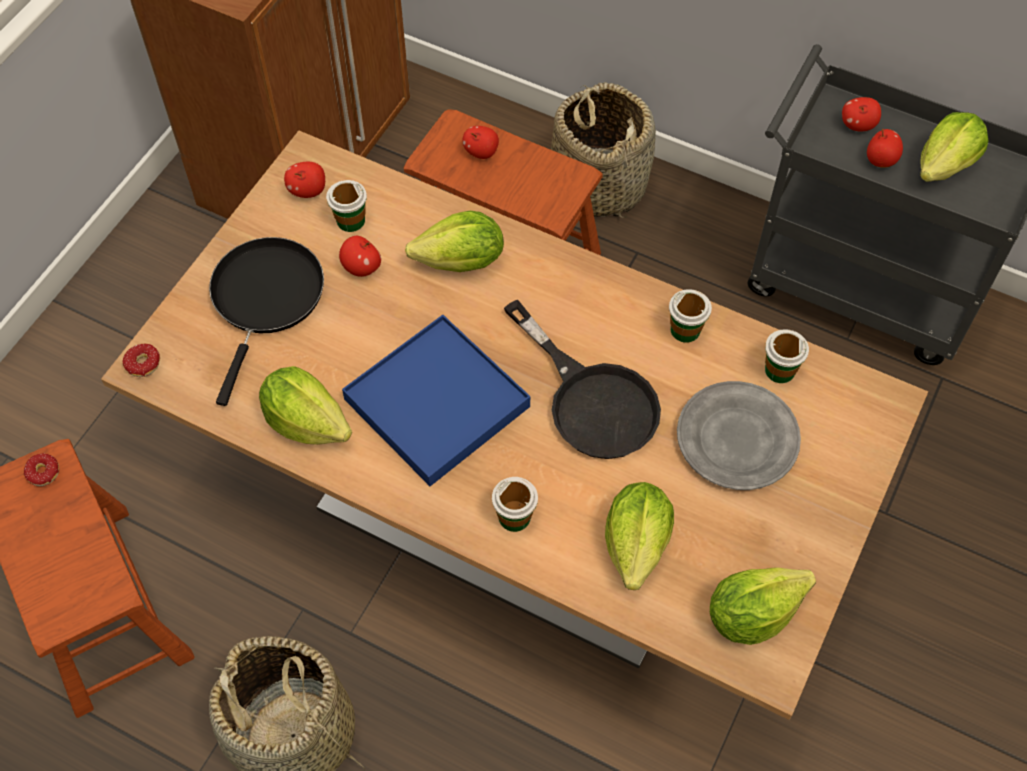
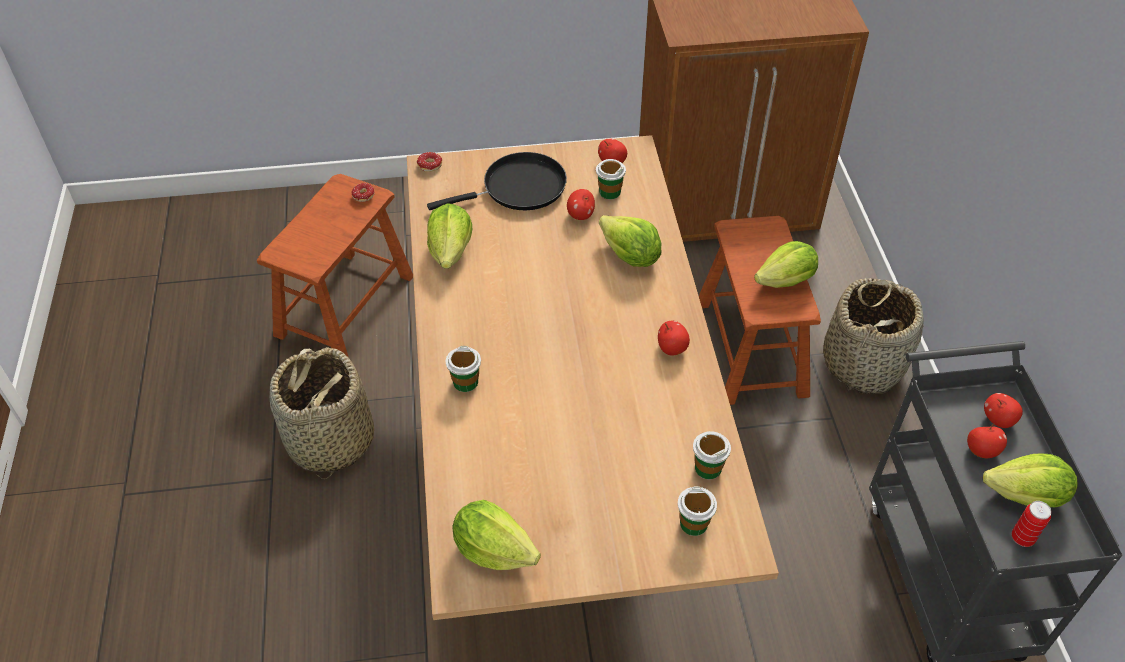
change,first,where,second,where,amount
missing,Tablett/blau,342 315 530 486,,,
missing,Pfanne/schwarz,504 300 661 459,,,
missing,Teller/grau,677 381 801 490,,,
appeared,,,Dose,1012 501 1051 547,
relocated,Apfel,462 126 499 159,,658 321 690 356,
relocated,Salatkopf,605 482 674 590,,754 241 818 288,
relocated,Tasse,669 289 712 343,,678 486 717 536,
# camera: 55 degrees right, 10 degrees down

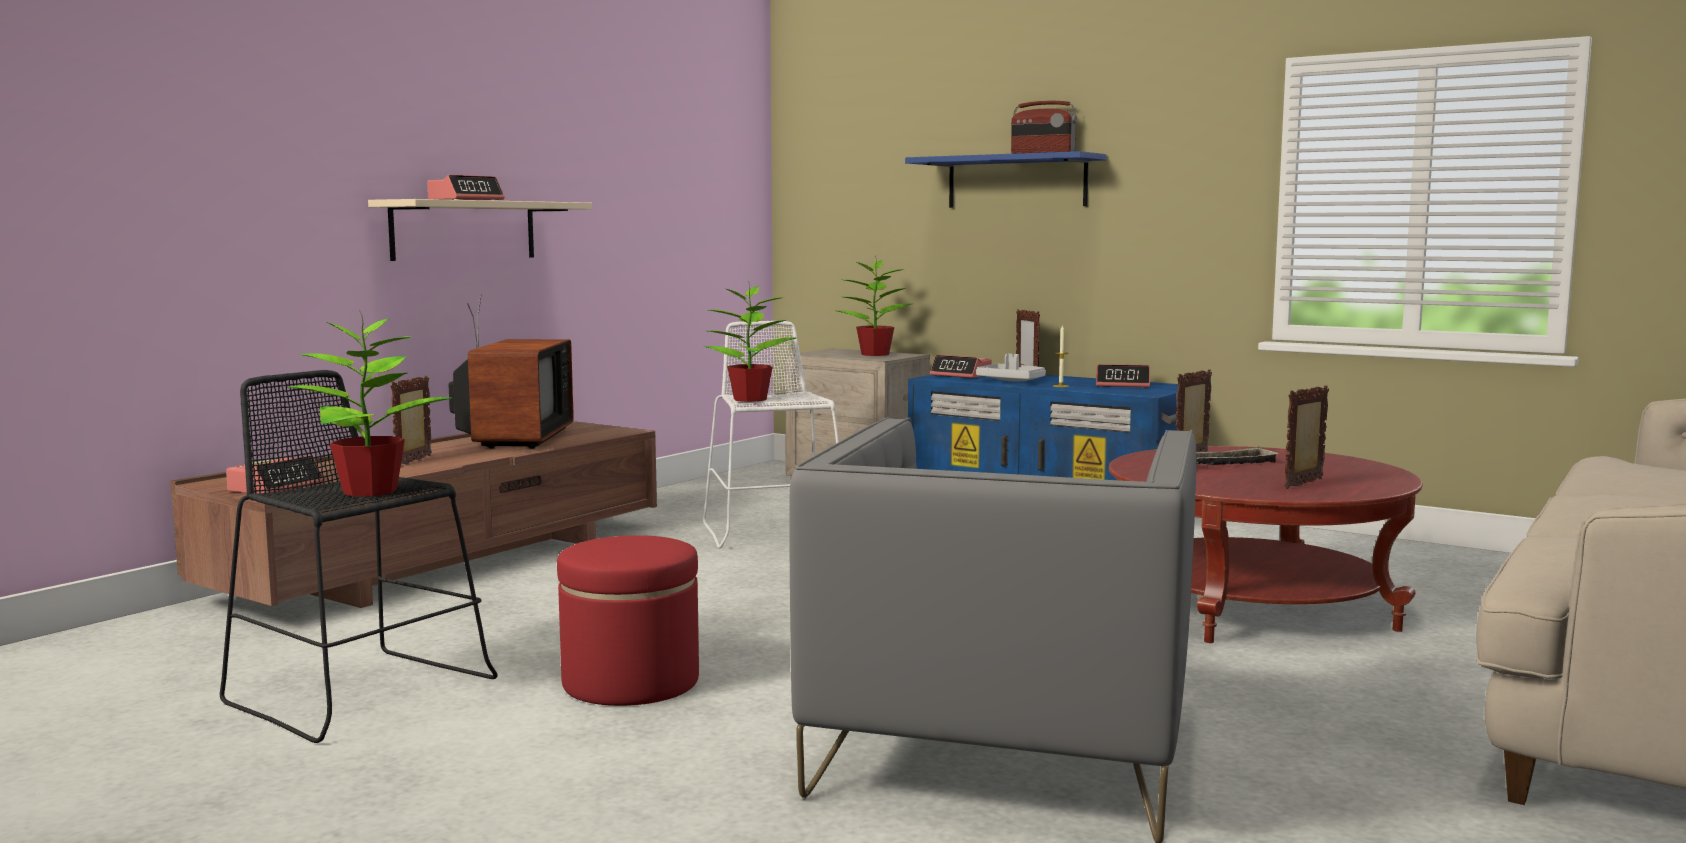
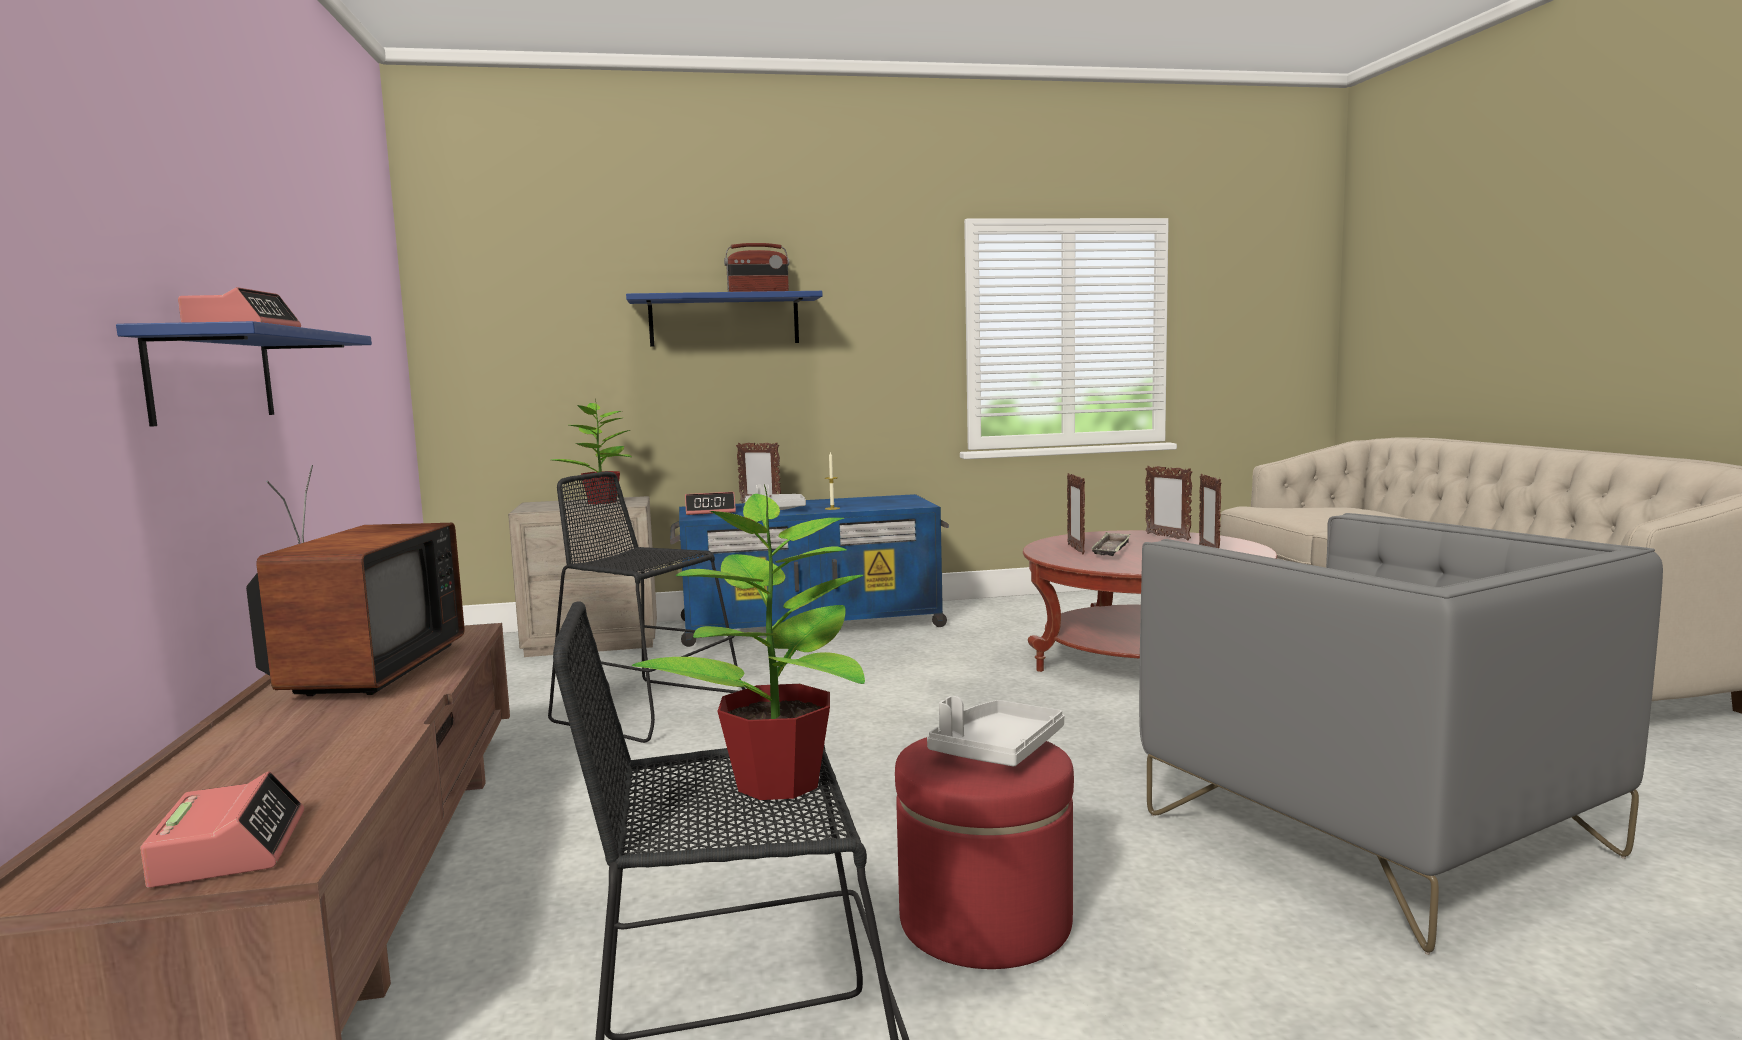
change,first,where,second,where,amount
missing,Topfpflanze,703 281 796 402,,,
missing,Wecker,1096 364 1150 388,,,
appeared,,,Tablett/grau,927 696 1064 767,
relocated,Bilderrahmen,390 376 432 464,,1145 465 1192 541,
colour,Wandregal/beige,368 199 592 261,Wandregal/blau,116 321 372 427,
colour,Hocker/weiß,703 321 839 548,Hocker/schwarz,548 471 745 743,
spun,Fernseher,449 294 574 449,,246 465 465 696,45 degrees clockwise
# camera: 45 degrees left, 0 degrees up

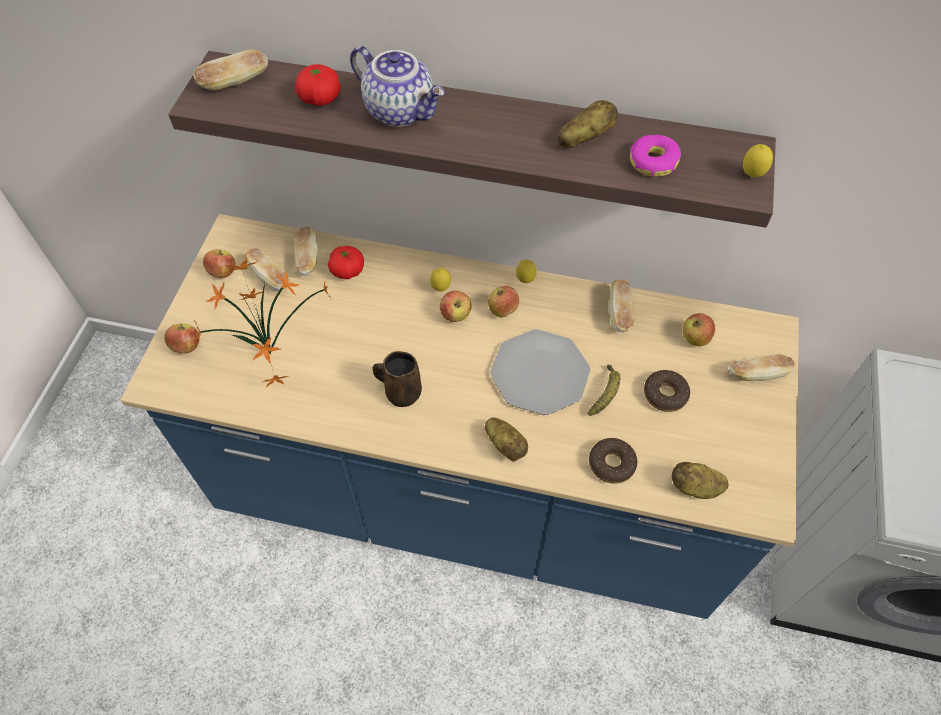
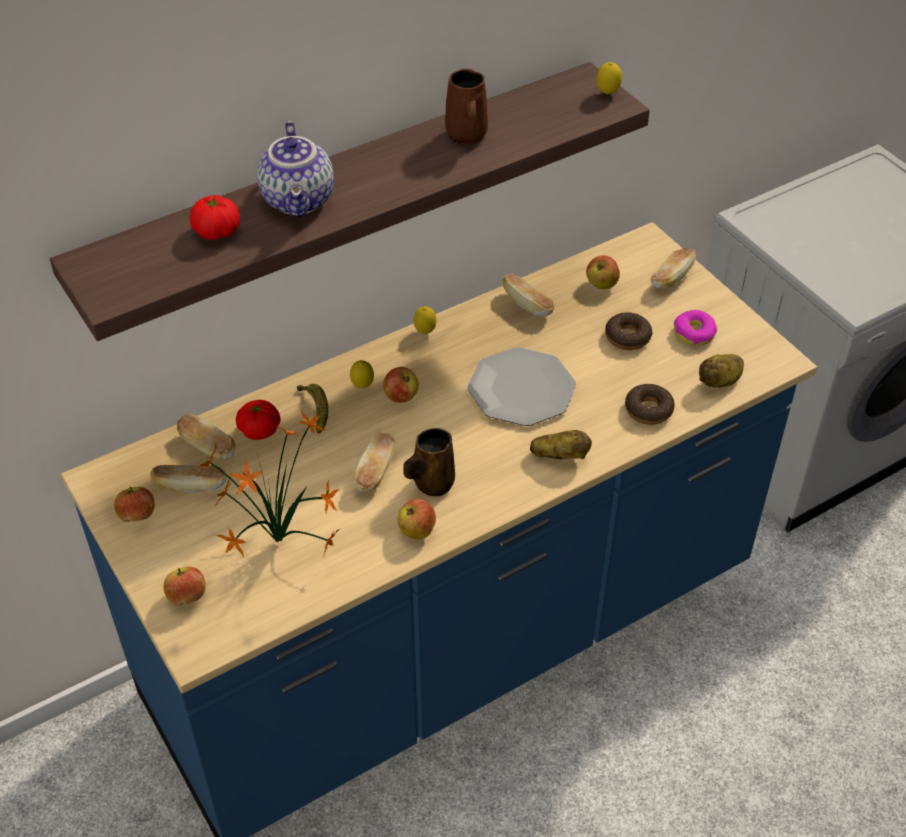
change,first,where,second,where,amount
relocated,Brot,193 49 268 90,,352 433 396 492,
relocated,Apfel,488 286 519 317,,398 499 436 539,
relocated,Banane,588 365 620 416,,297 384 328 434,
relocated,Donut,630 135 681 177,,674 310 717 346,
exchanged,Kartoffel,558 100 618 148,Henkelbecher/braun,445 69 488 145,
spun,Teekanne,350 46 445 127,,257 121 334 217,90 degrees clockwise
# camera: 45 degrees left, 10 degrees down

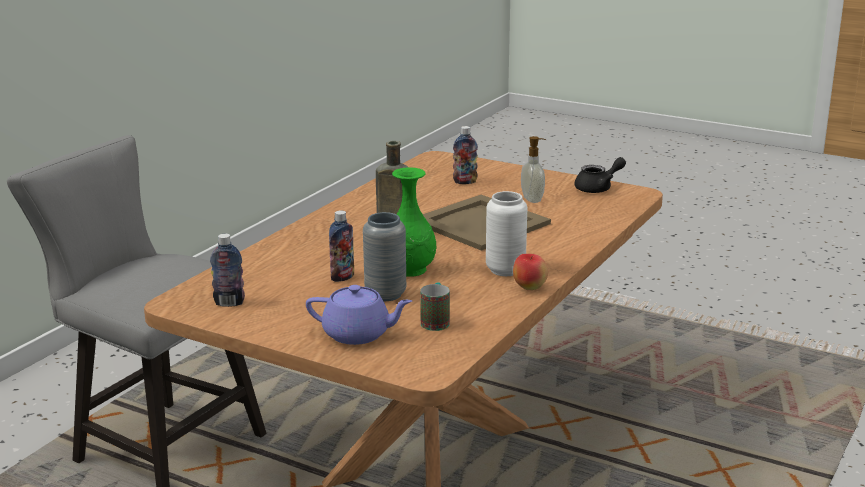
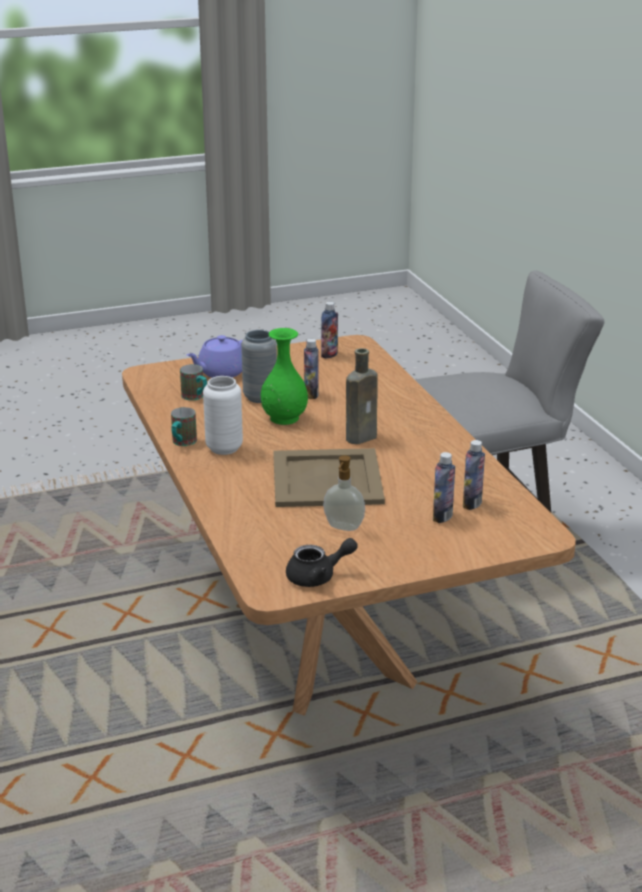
change,first,where,second,where,amount
appeared,,,Flasche,463 440 485 510,
exchanged,Apfel,513 254 548 290,Henkelbecher,171 407 197 446,
spun,Teekanne/schwarz,575 157 626 193,,286 538 358 587,120 degrees counterclockwise
# camera: 130 degrees right, 5 degrees up

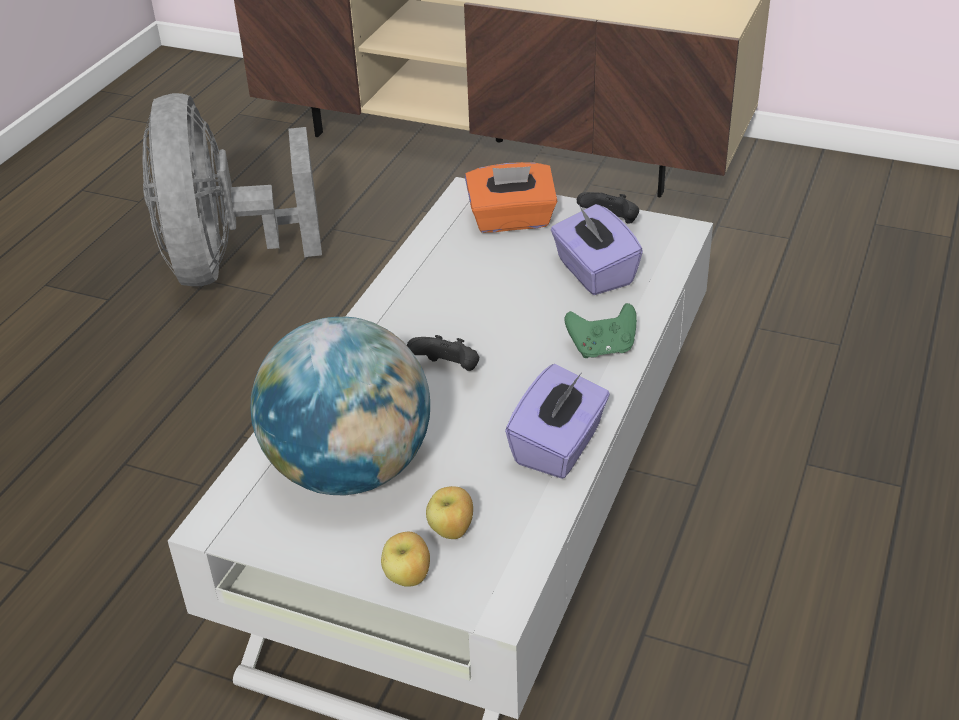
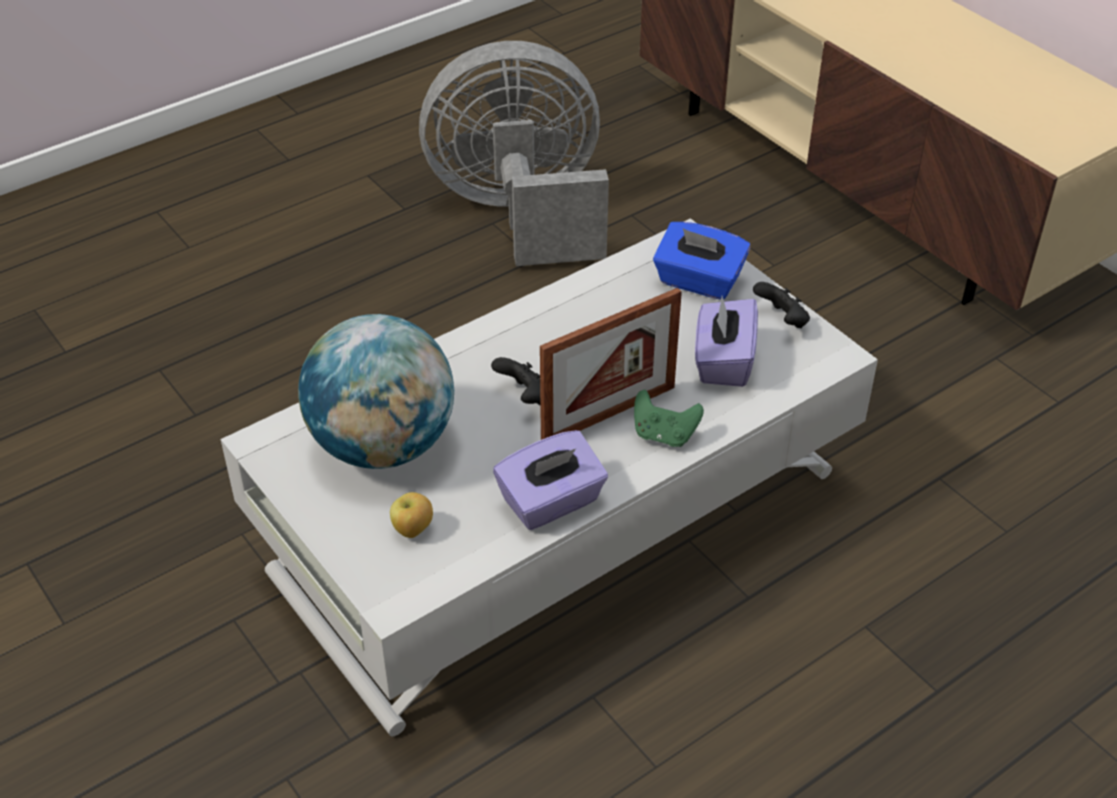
change,first,where,second,where,amount
missing,Apfel,381 532 430 587,,,
appeared,,,Bilderrahmen,540 288 682 440,
colour,Taschentuchbox/orange,465 162 557 233,Taschentuchbox/blau,653 222 750 300,
spun,Ventilator/grau,143 93 322 286,,419 41 609 266,60 degrees clockwise
# camera: 30 degrees right, 5 degrees up

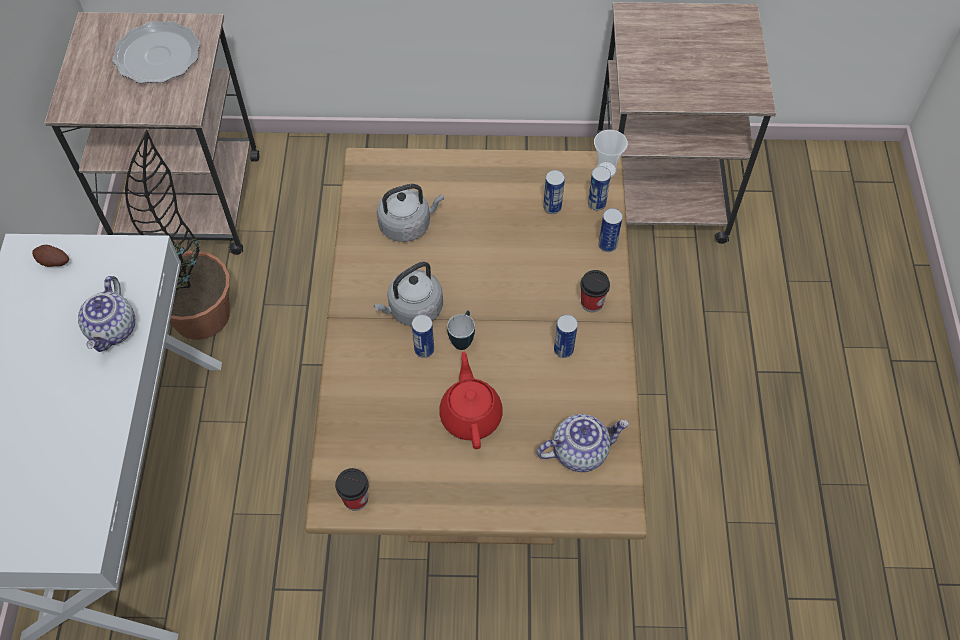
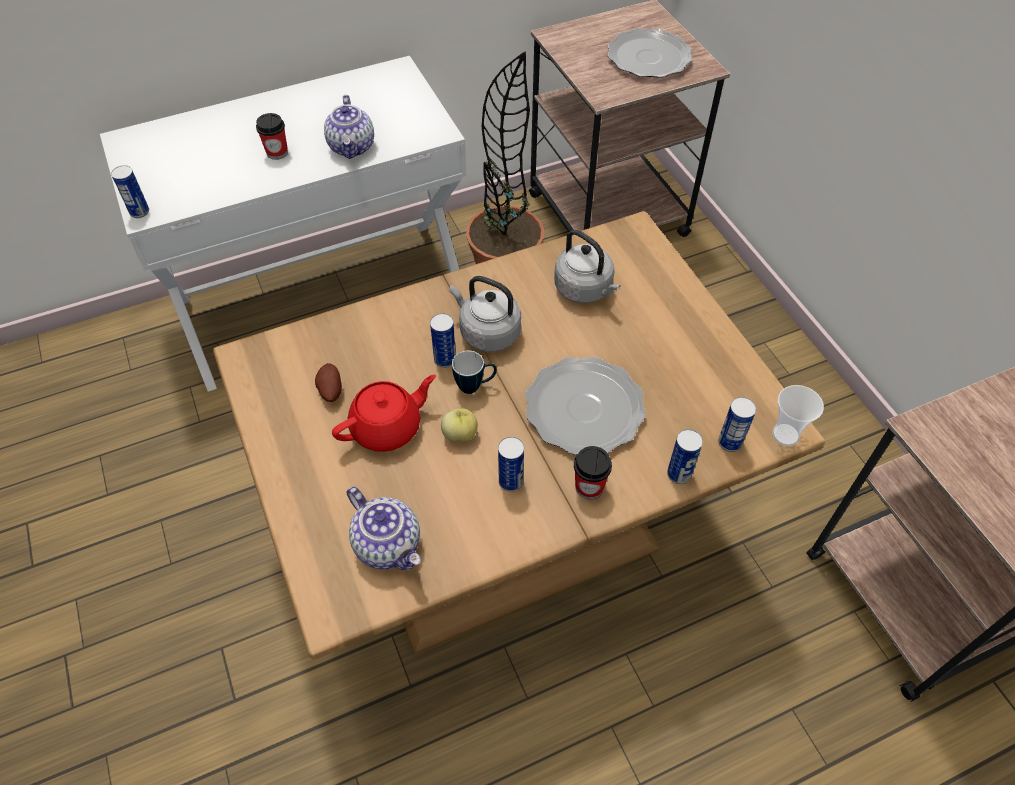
change,first,where,second,where,amount
appeared,,,Apfel,441 408 478 442,
appeared,,,Teller,525 357 646 455,
relocated,Kartoffel,32 245 69 267,,315 363 342 402,
relocated,Tasse,335 468 369 511,,256 113 288 160,
relocated,Dose,543 170 565 214,,111 165 149 218,
spun,Teekanne,78 276 135 352,,324 95 374 159,75 degrees counterclockwise
# camera: 65 degrees right, 5 degrees down

